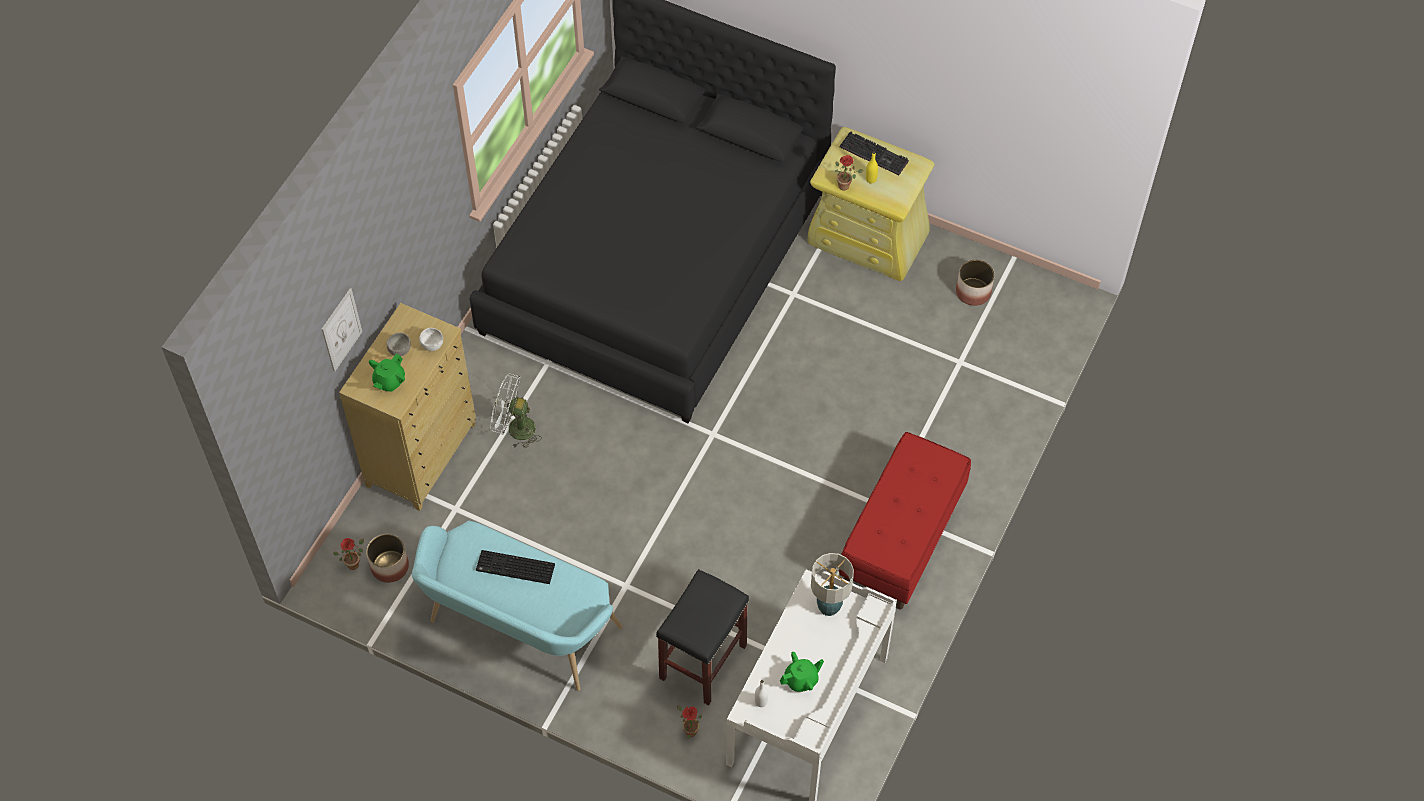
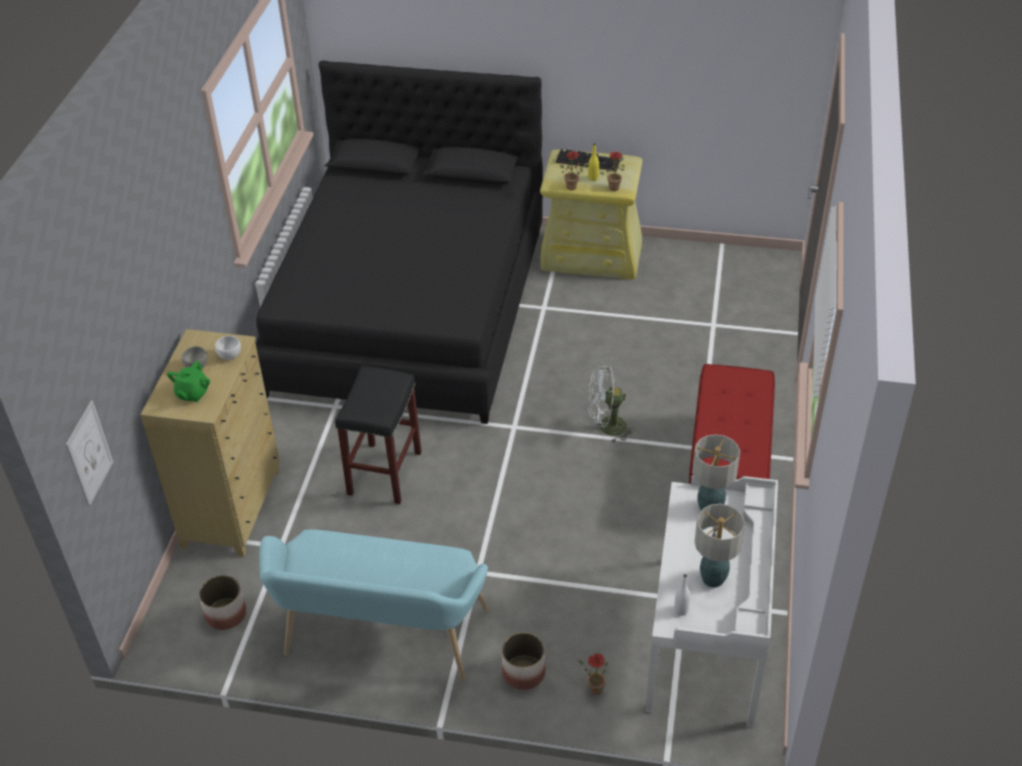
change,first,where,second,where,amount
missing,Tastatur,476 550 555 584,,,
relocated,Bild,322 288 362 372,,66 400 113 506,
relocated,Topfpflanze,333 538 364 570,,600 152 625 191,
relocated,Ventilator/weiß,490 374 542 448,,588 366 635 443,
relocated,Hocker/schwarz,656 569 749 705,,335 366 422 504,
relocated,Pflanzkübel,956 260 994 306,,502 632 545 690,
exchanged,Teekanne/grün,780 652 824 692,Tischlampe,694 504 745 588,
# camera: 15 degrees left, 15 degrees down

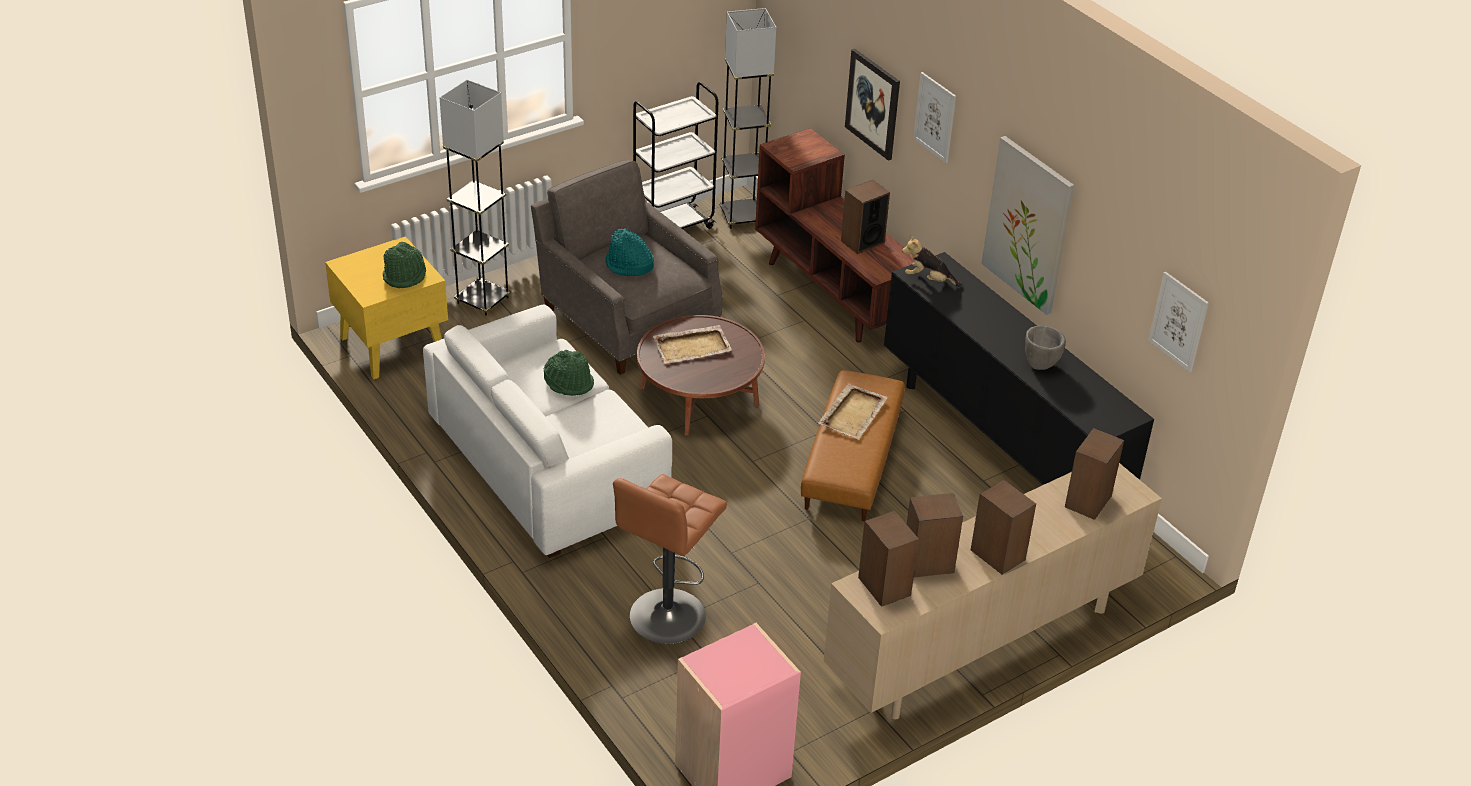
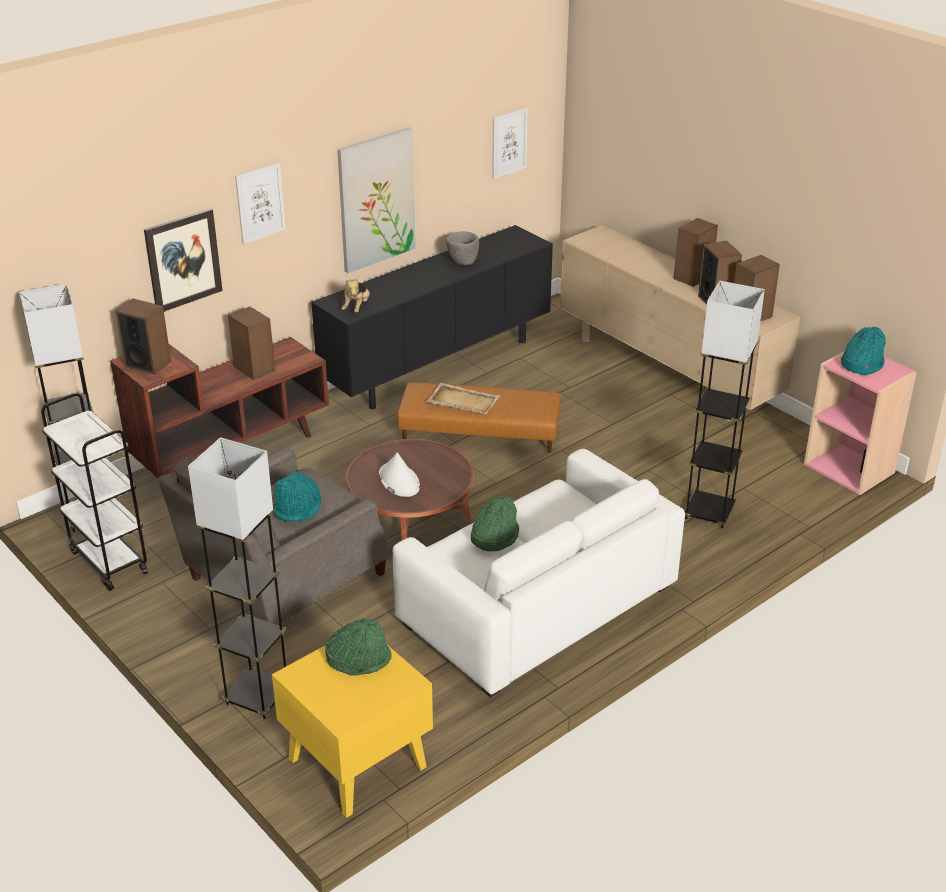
change,first,where,second,where,amount
appeared,,,Hut/türkis,841 327 886 375,
relocated,Lautsprecher,1065 428 1124 520,,115 299 171 375,
exchanged,Hocker/braun,613 474 727 644,Stehlampe/grau,684 281 765 529,
exchanged,Tablett/beige,653 325 732 364,Hut/weiß,379 453 420 497,
# camera: 95 degrees left, 5 degrees down

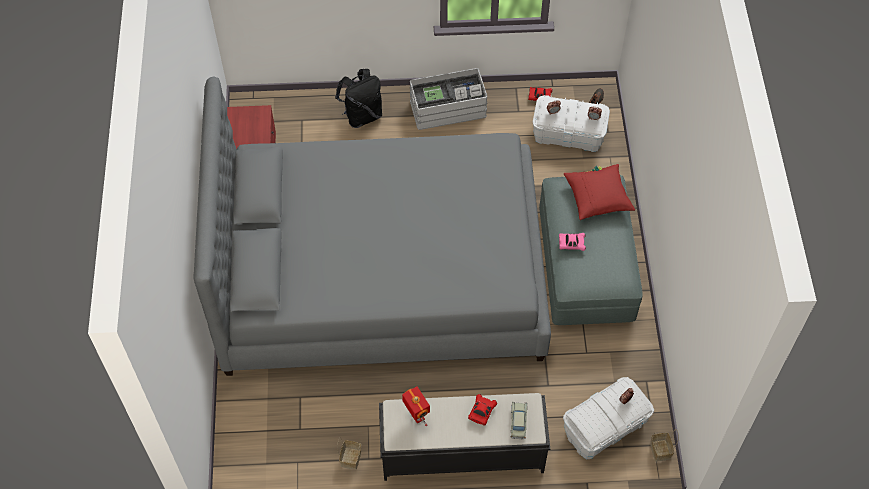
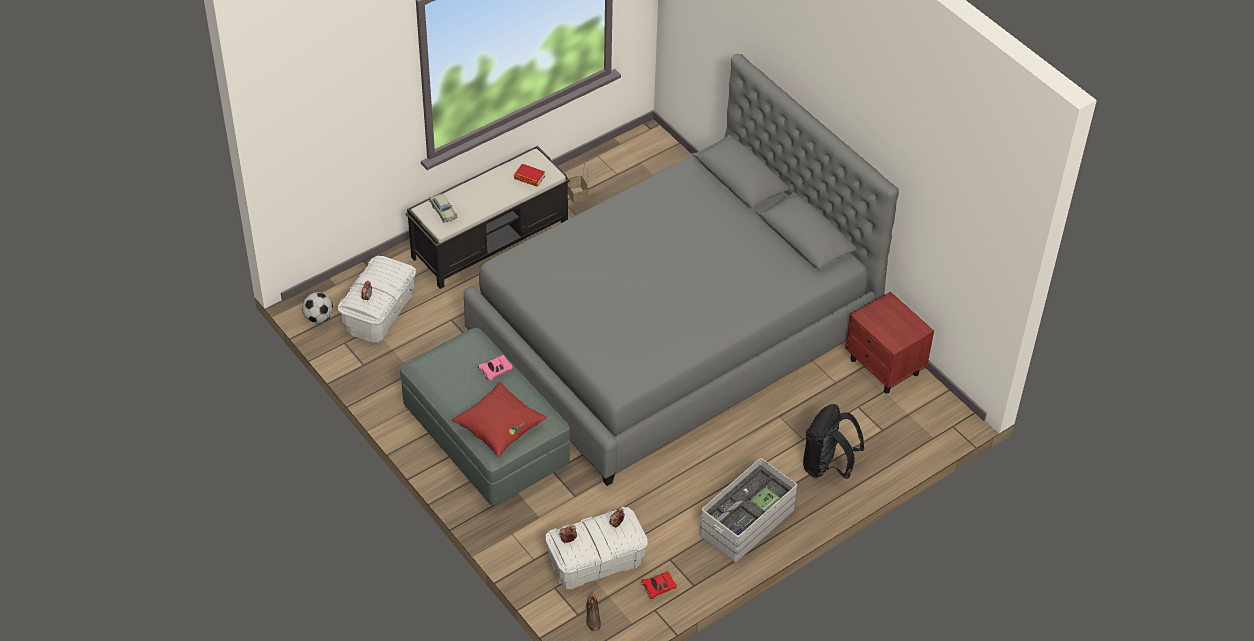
change,first,where,second,where,amount
missing,Spielzeugauto/rot,468 394 497 426,,,
exchanged,Spielzeugroboter,402 387 430 426,Buch,514 164 545 187,
exchanged,Korb,650 429 679 462,Fußball,302 292 333 323,
# camera: 145 degrees right, 10 degrees down

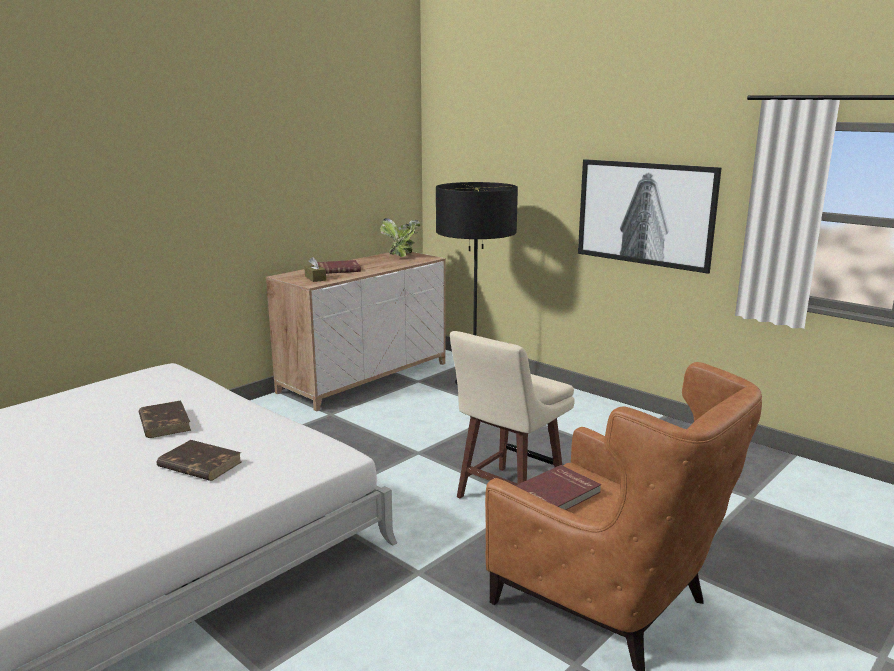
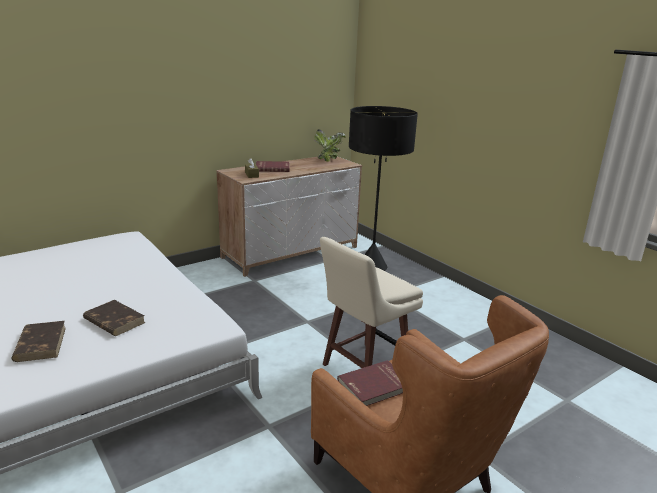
change,first,where,second,where,amount
missing,Bild,578 159 721 274,,,
relocated,Buch/braun,139 400 191 438,,12 321 66 362,
# camera: 10 degrees right, 5 degrees up

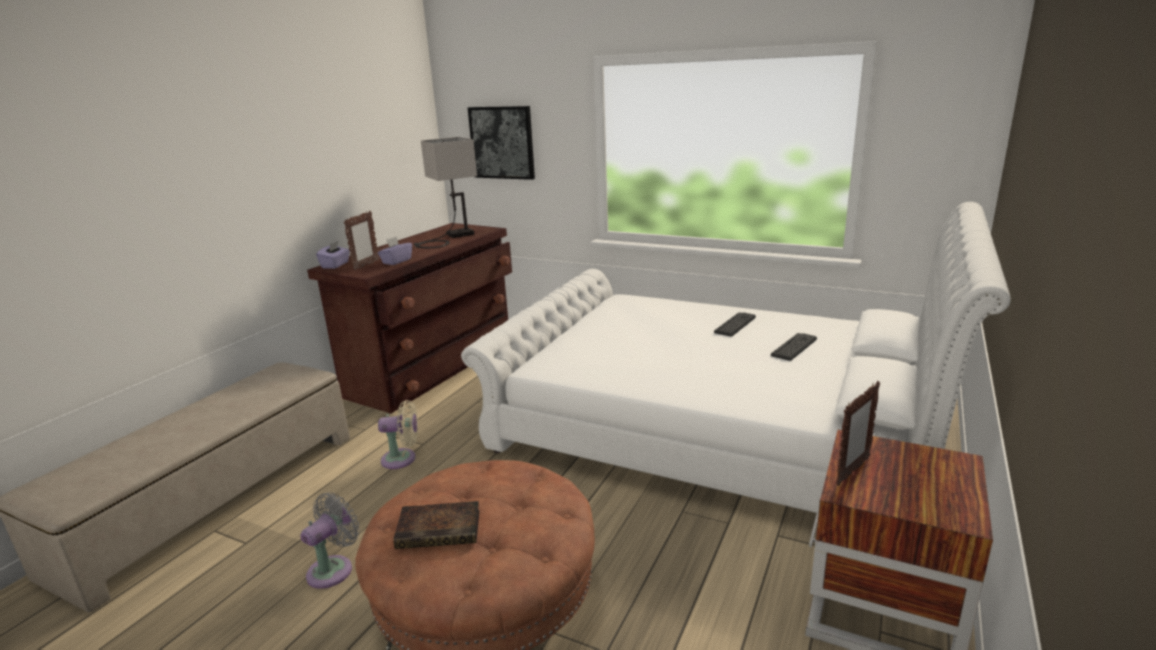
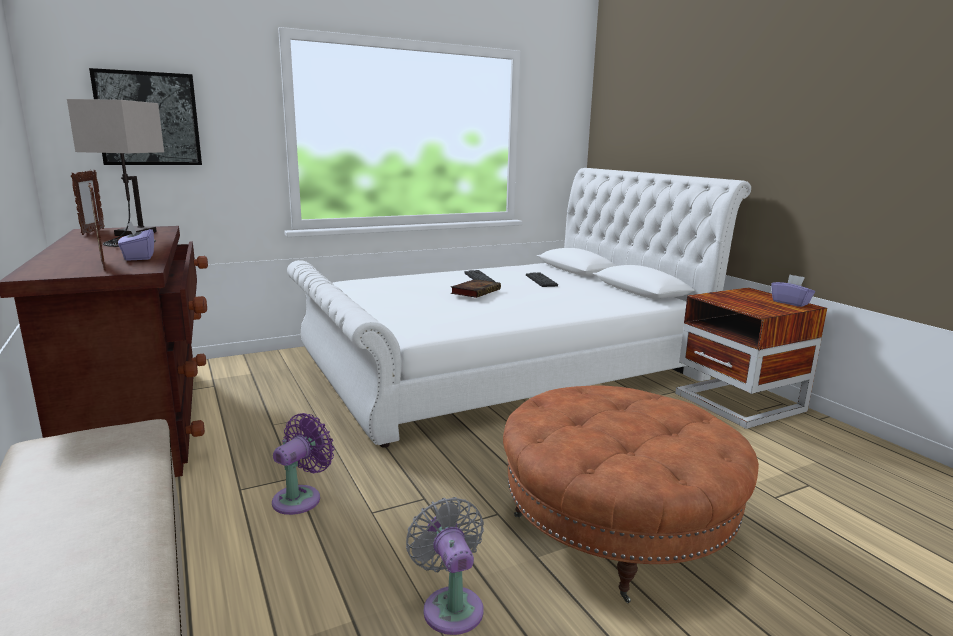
change,first,where,second,where,amount
relocated,Taschentuchbox/lila,316 241 350 269,,771 274 815 307,
relocated,Buch,393 501 480 549,,450 279 501 298,
relocated,Bilderrahmen,836 381 880 486,,71 170 105 235,
colour,Ventilator/beige,378 400 418 469,Ventilator/lila,272 413 334 515,
# camera: 55 degrees left, 5 degrees down

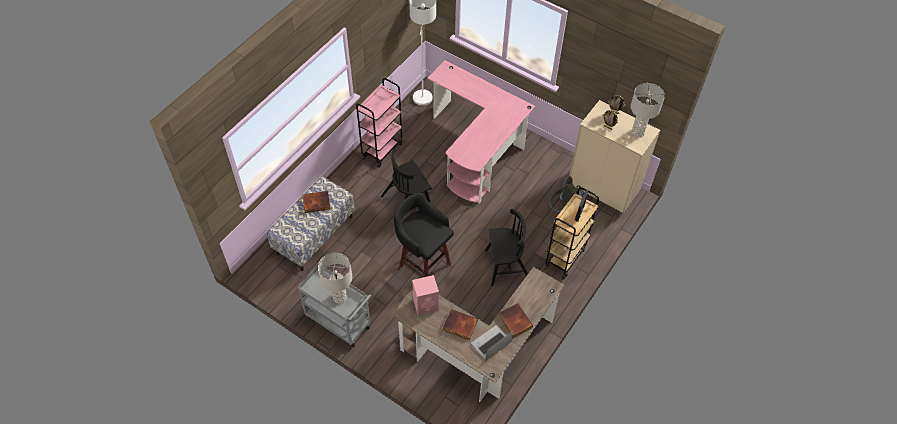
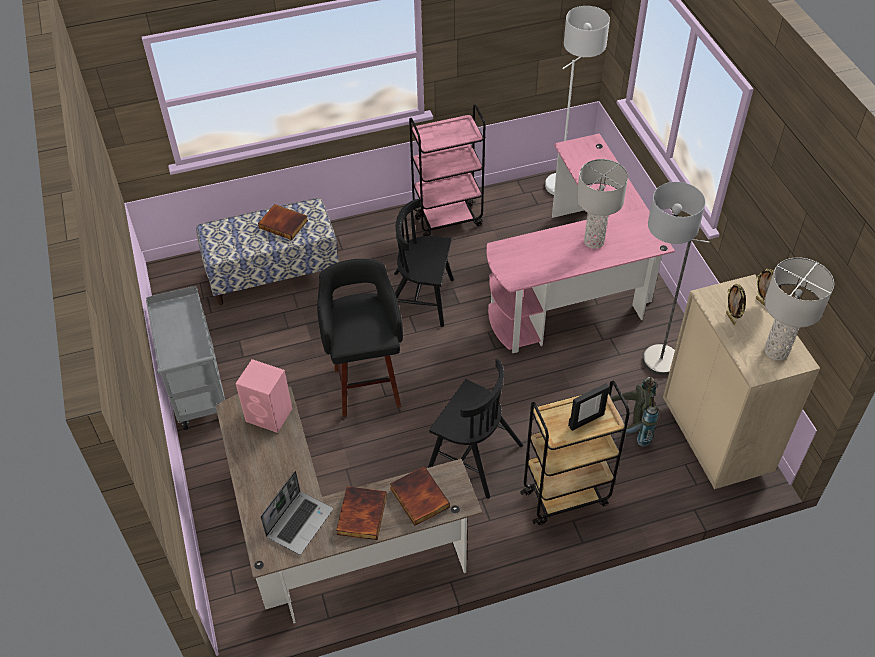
change,first,where,second,where,amount
appeared,,,Stehlampe/grau,643 182 710 375,
relocated,Tischlampe/weiß,318 253 352 304,,577 159 628 249,
relocated,Buch,443 309 478 340,,390 466 450 526,
spun,Laptop,471 325 513 360,,260 471 333 555,120 degrees clockwise
# camera: 40 degrees right, 5 degrees down

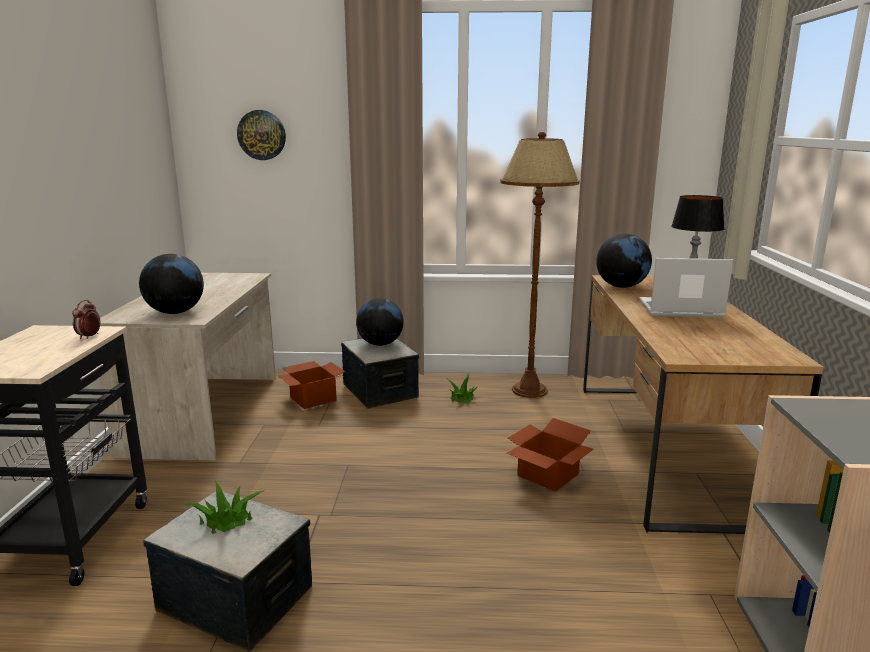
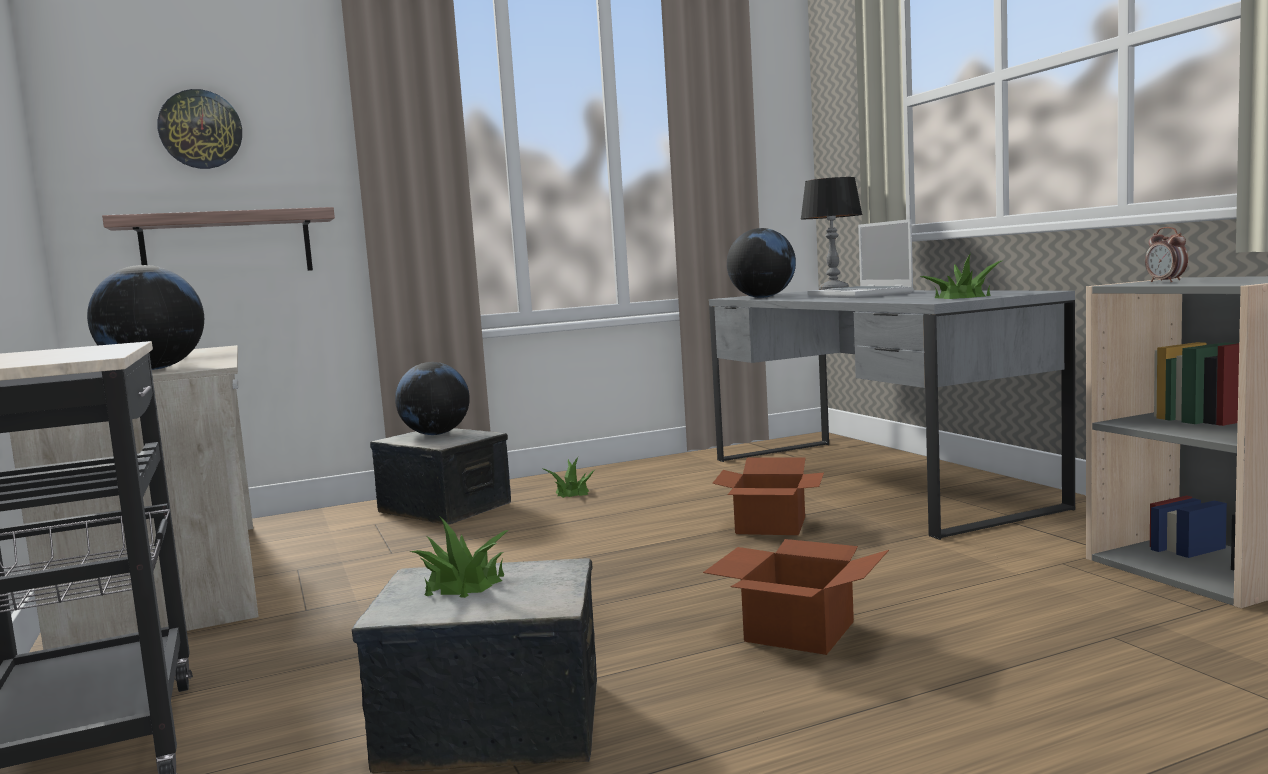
change,first,where,second,where,amount
missing,Stehlampe/braun,501 132 580 398,,,
appeared,,,Wandregal,102 207 335 271,
appeared,,,Topfpflanze,920 253 1003 299,
relocated,Wecker,72 300 100 339,,1145 227 1188 282,
relocated,Karton,277 361 345 409,,703 539 889 655,
colour,Schreibtisch/braun,583 275 823 534,Schreibtisch/grau,709 290 1075 540,
spun,Laptop,639 258 733 318,,807 219 914 298,90 degrees counterclockwise
# camera: 25 degrees left, 10 degrees down

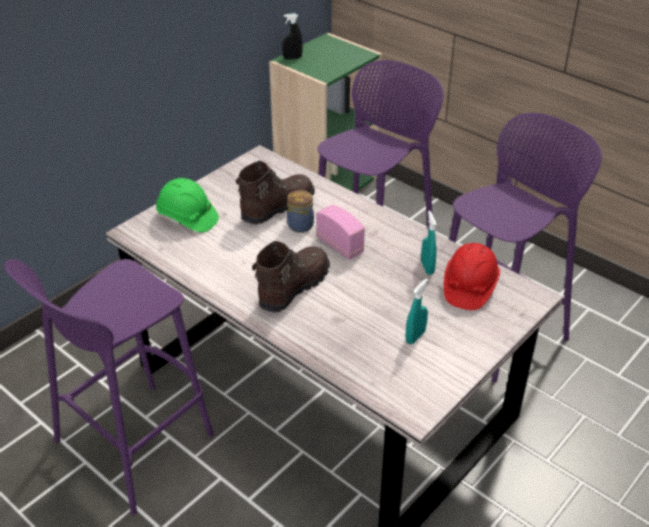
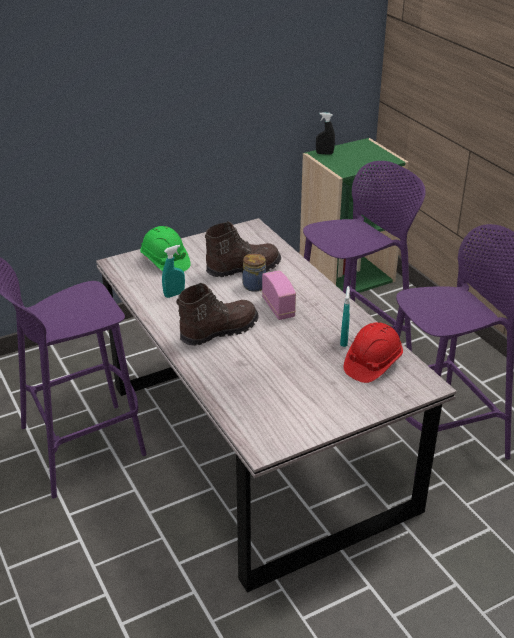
change,first,where,second,where,amount
relocated,Sprühflasche/türkis,405 279 428 344,,162 245 185 298,
# camera: 20 degrees right, 5 degrees down

